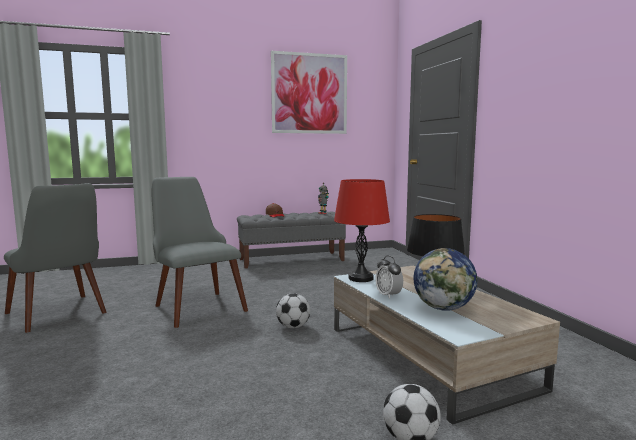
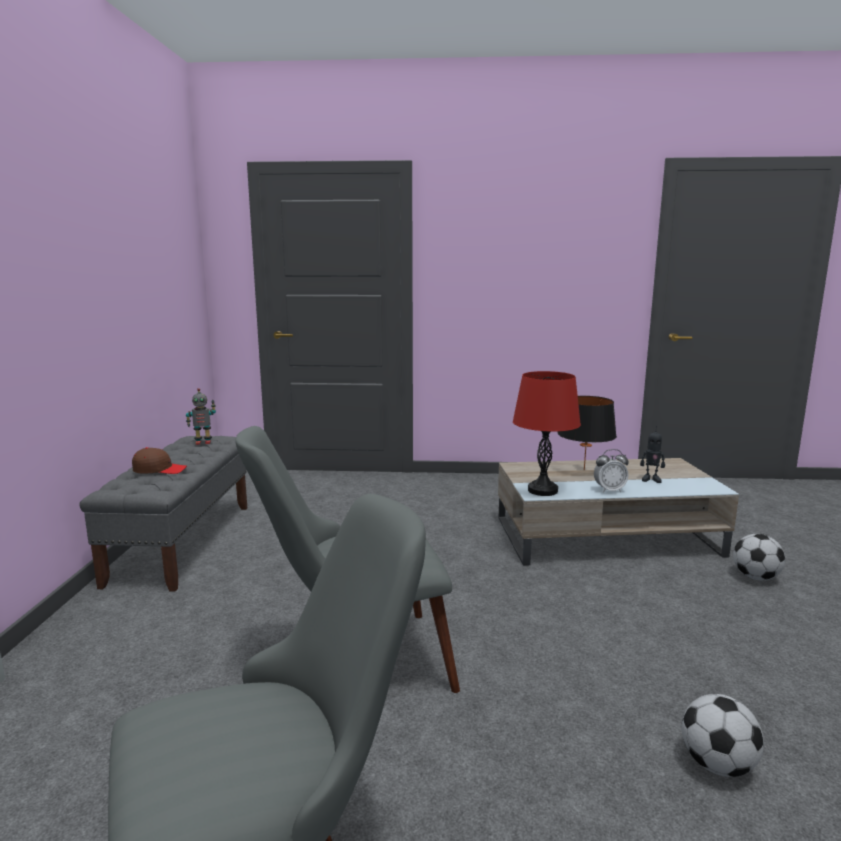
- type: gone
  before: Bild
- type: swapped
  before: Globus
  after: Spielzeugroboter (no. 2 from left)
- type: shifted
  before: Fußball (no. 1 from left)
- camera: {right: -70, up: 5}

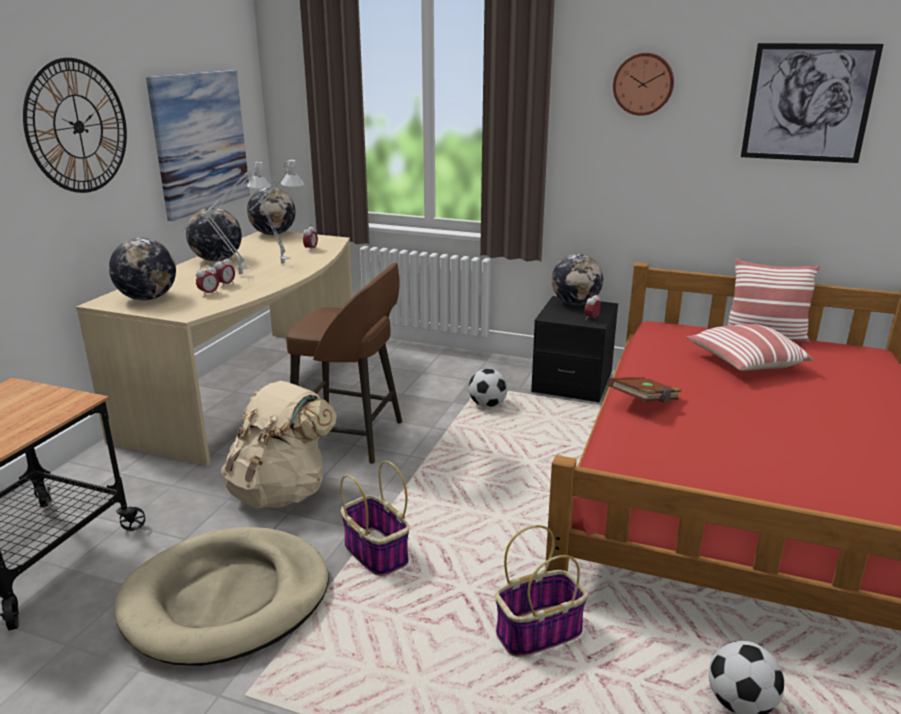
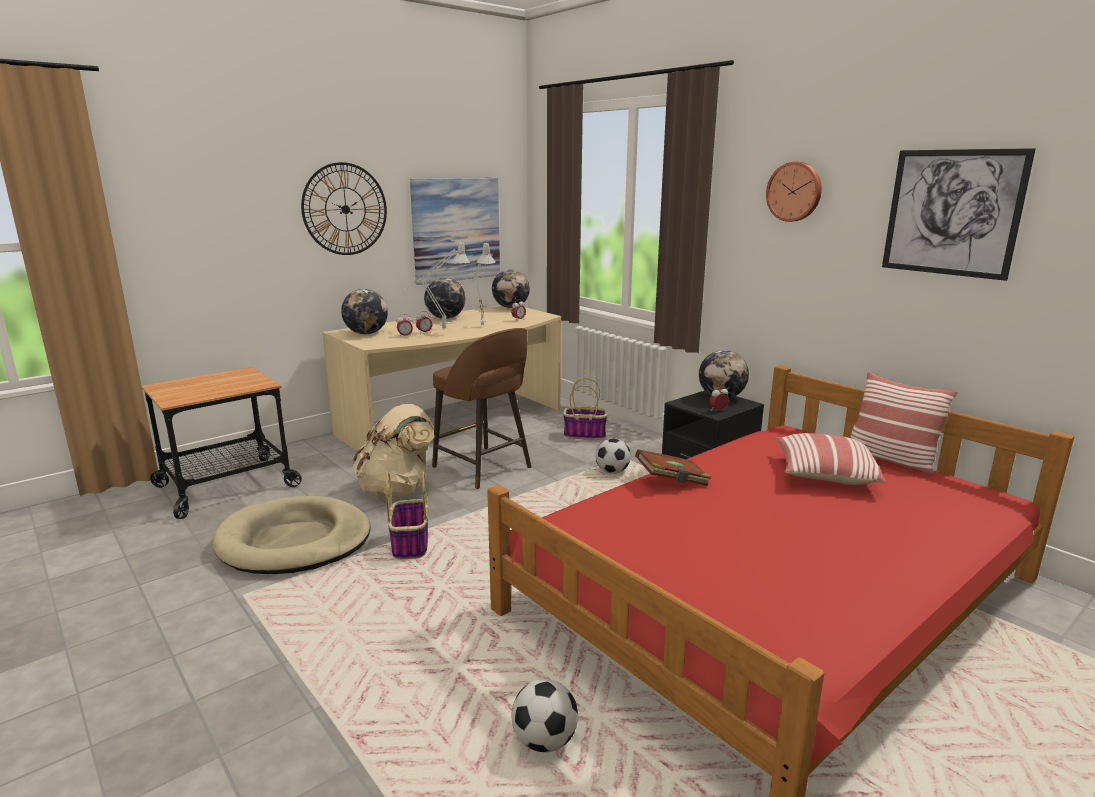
- type: shifted
  before: Korb (no. 2 from left)
- camera: {right: 30, up: -5}

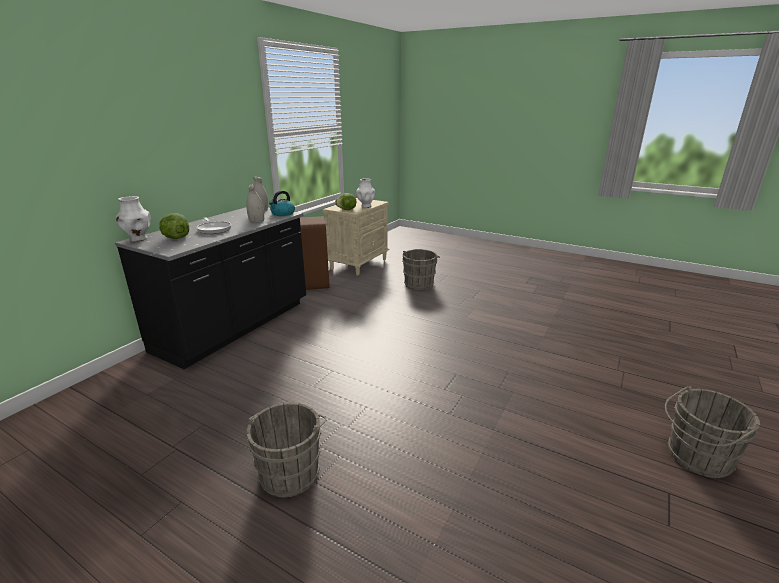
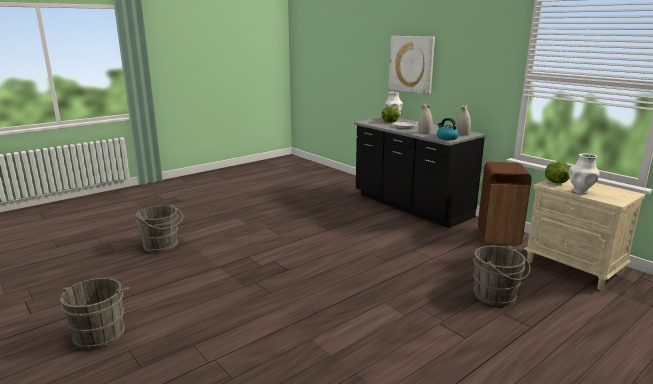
- type: shifted
  before: Eimer (grau) (no. 1 from left in the first image)
  after: Eimer (grau) (no. 2 from left)
- type: new
  after: Bild
- camera: {right: 110, up: -5}

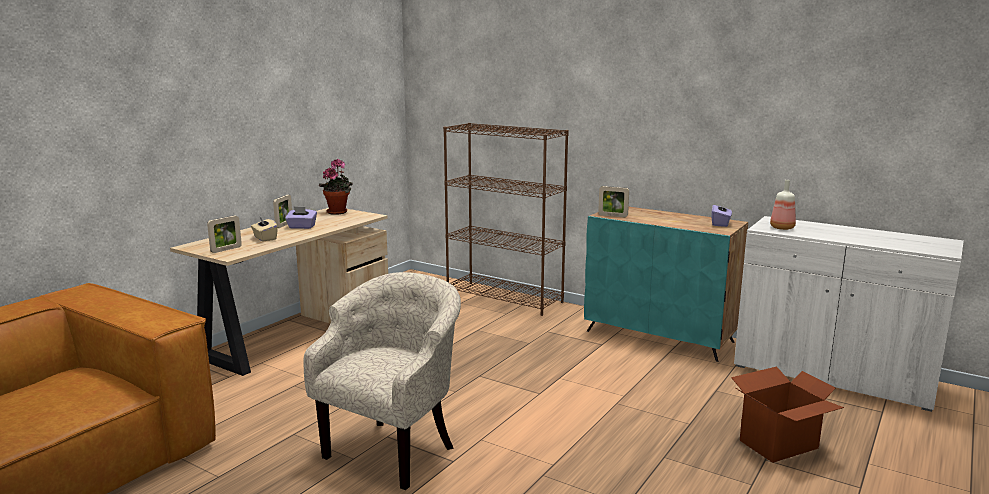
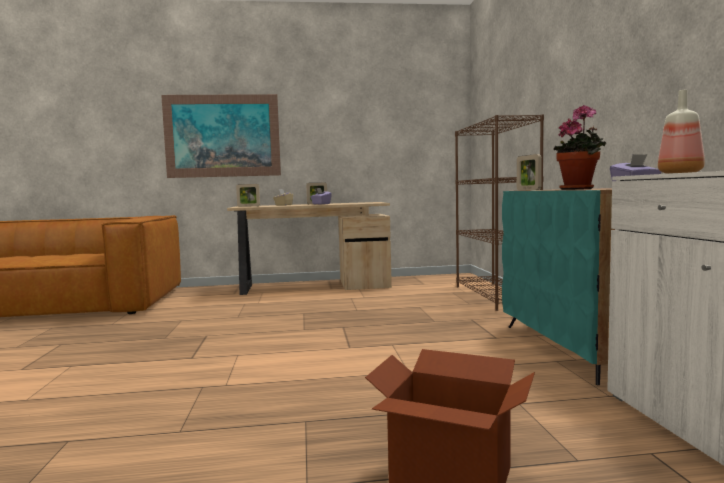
- type: shifted
  before: Topfpflanze
- type: gone
  before: Sessel (beige)
- type: new
  after: Bild
- camera: {right: 50, up: -10}

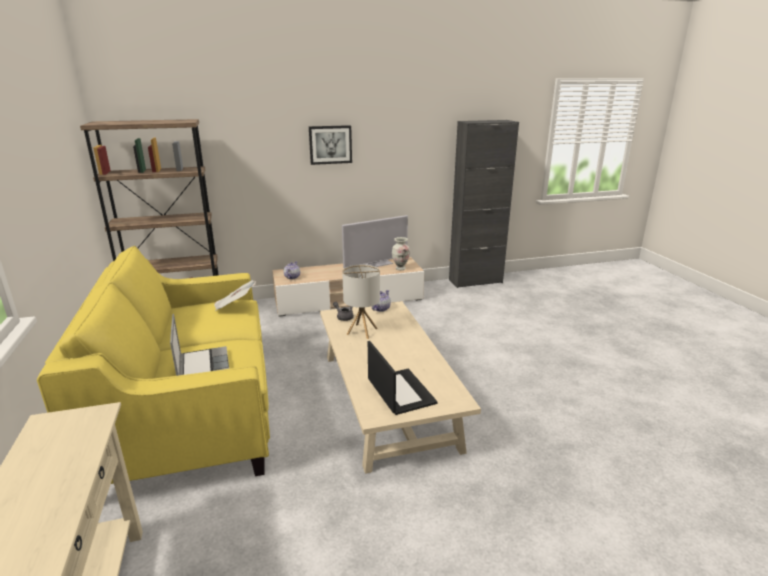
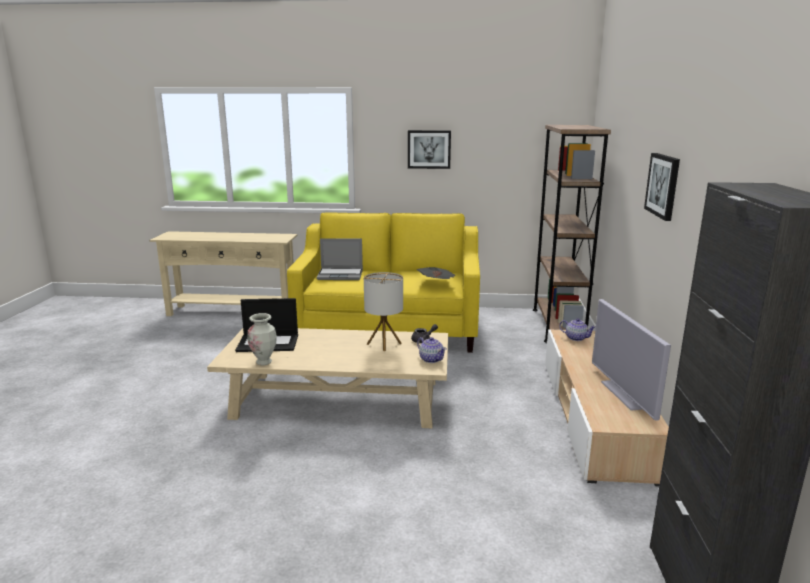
- type: shifted
  before: Vase
- type: new
  after: Bild (no. 1 from left)
- camera: {right: 110, up: -5}

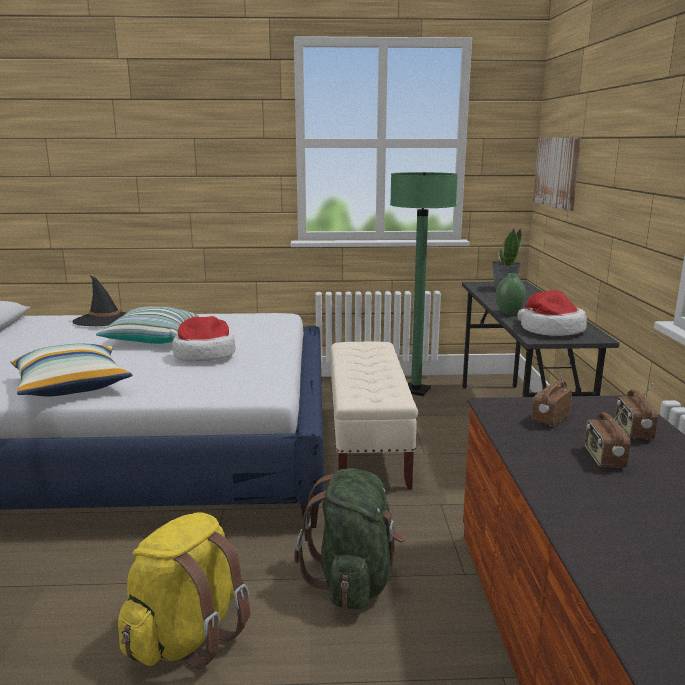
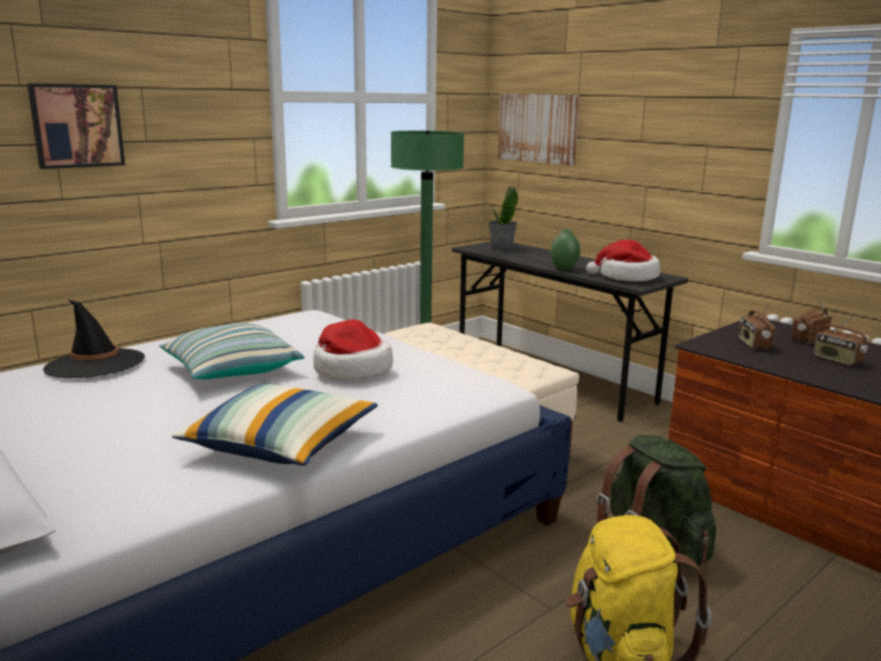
- type: rotated
  before: Radio (no. 3 from left in the first image)
  turn: 90
- type: new
  after: Bild (no. 1 from left)
- camera: {right: -40, up: 0}

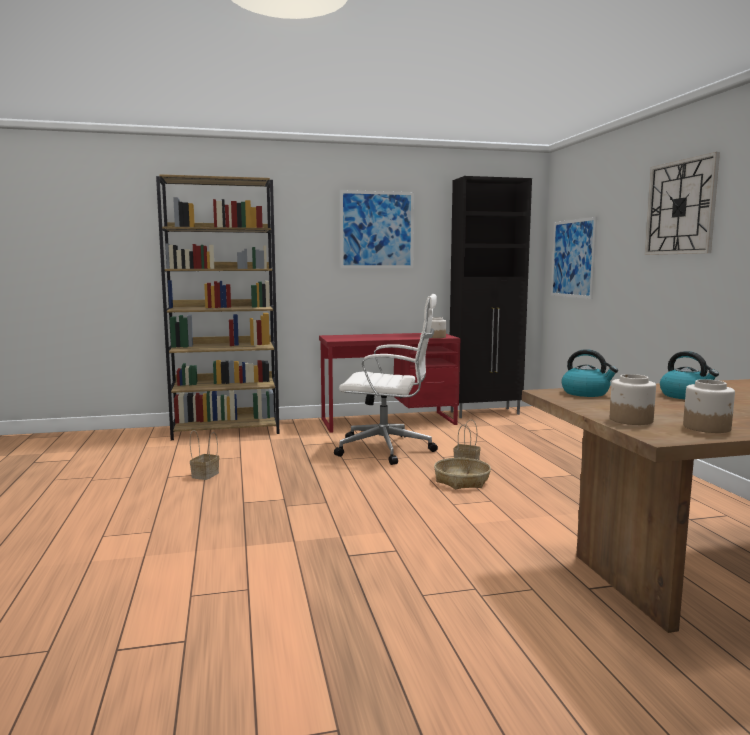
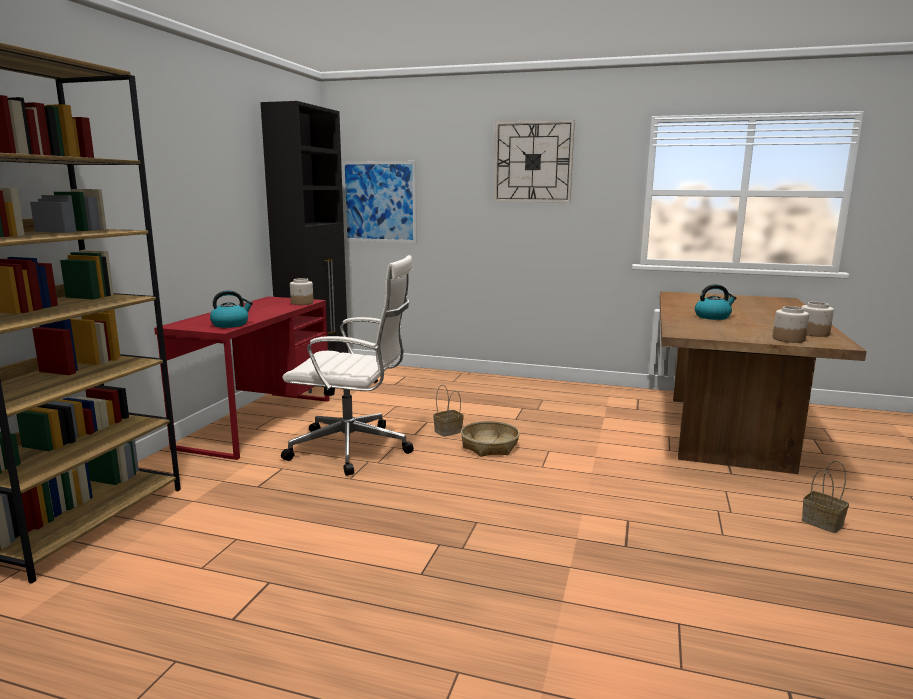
- type: gone
  before: Bild (no. 1 from left)
- type: rotated
  before: Bürostuhl (weiß)
  turn: 60
- type: shifted
  before: Wasserkessel (no. 1 from left)
- type: shifted
  before: Korb (no. 1 from left in the first image)
  after: Korb (no. 3 from left)
- camera: {right: -60, up: 5}

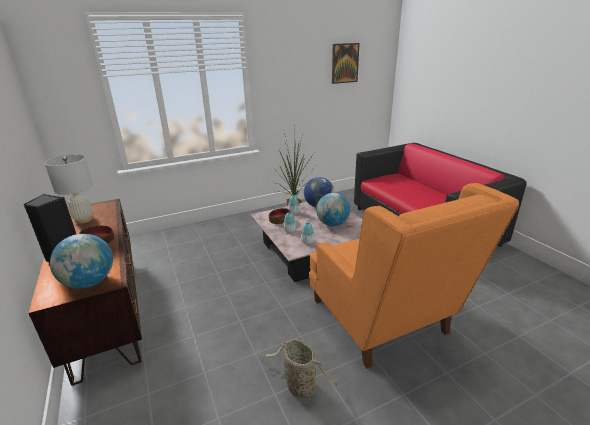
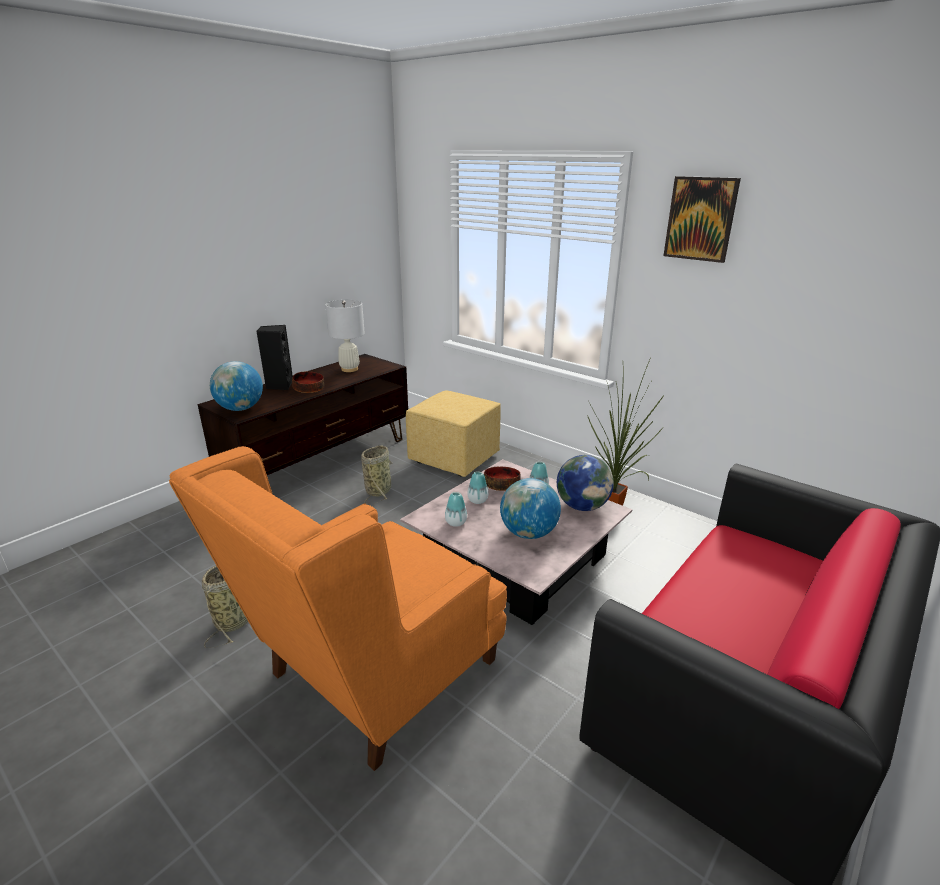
- type: shifted
  before: Bild
- type: new
  after: Polsterhocker (gelb)
- type: new
  after: Korb (no. 2 from left)
- camera: {right: 65, up: 0}

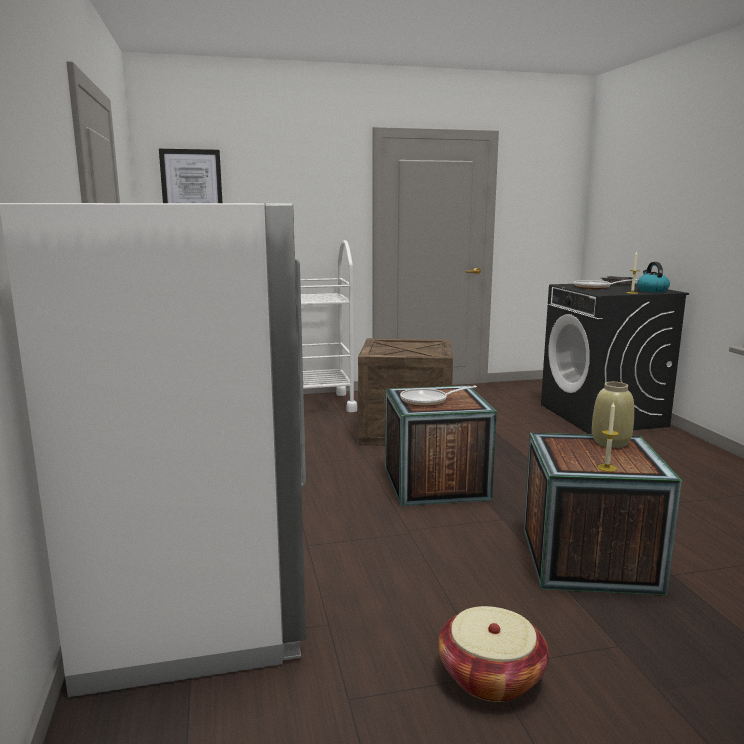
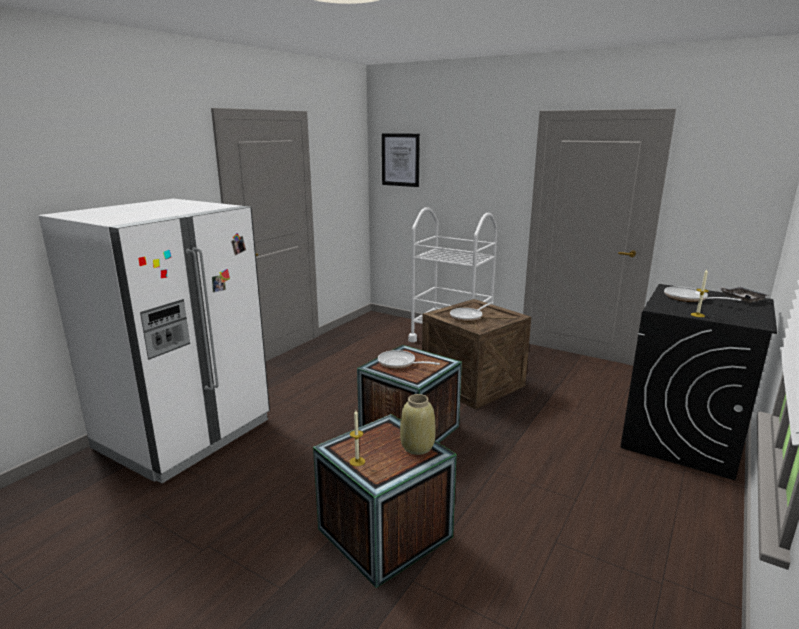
- type: gone
  before: Wasserkessel
- type: gone
  before: Korb
- type: new
  after: Pfanne (no. 2 from left)
- camera: {right: 45, up: 5}

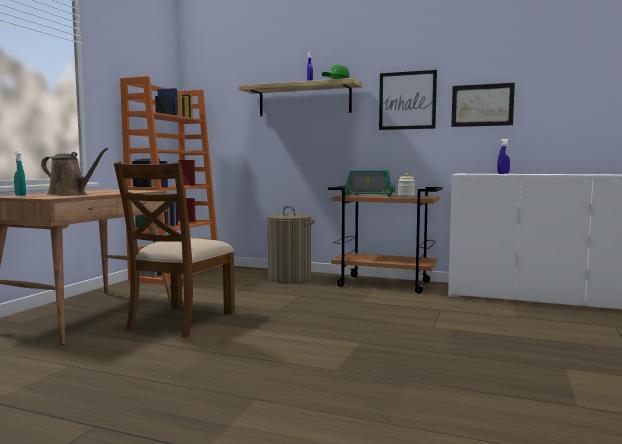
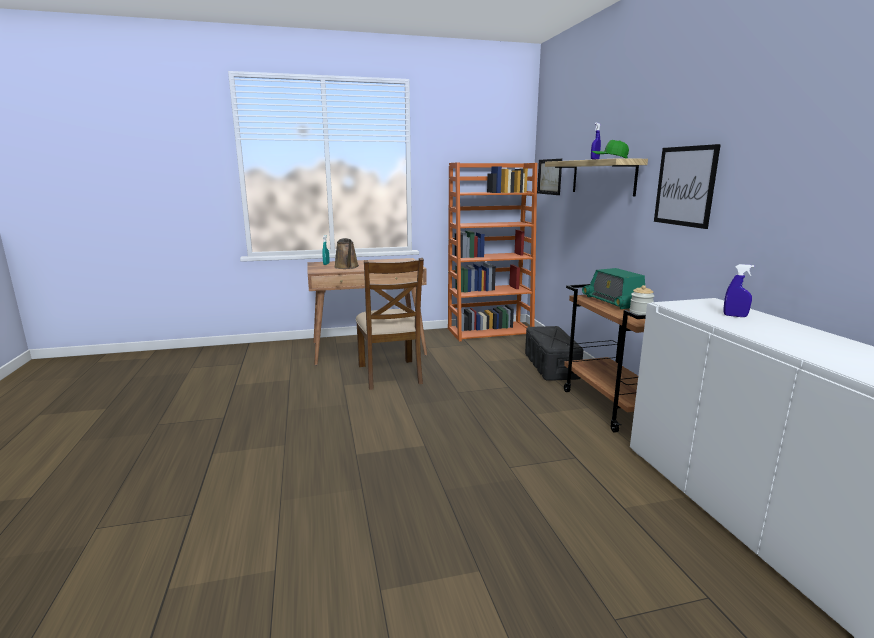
- type: shifted
  before: Bild (no. 2 from left in the first image)
  after: Bild (no. 1 from left)
- type: rotated
  before: Stuhl (braun)
  turn: -90
- type: swapped
  before: Wäschekorb
  after: Aufbewahrungsbox (schwarz)
- camera: {right: 55, up: 10}

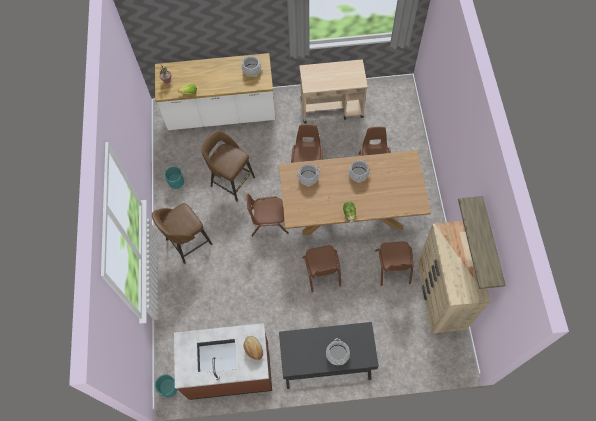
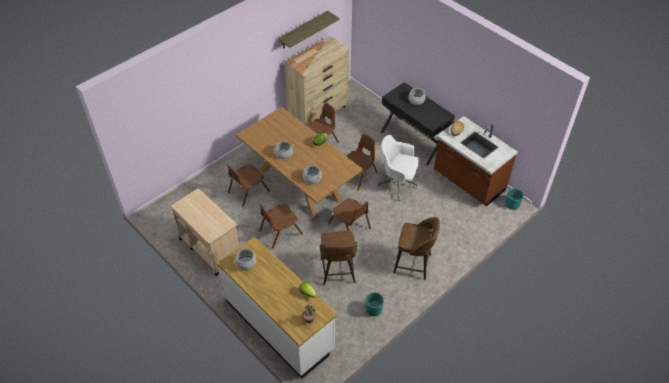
- type: new
  after: Bürostuhl (weiß)
- camera: {right: -130, up: -15}

